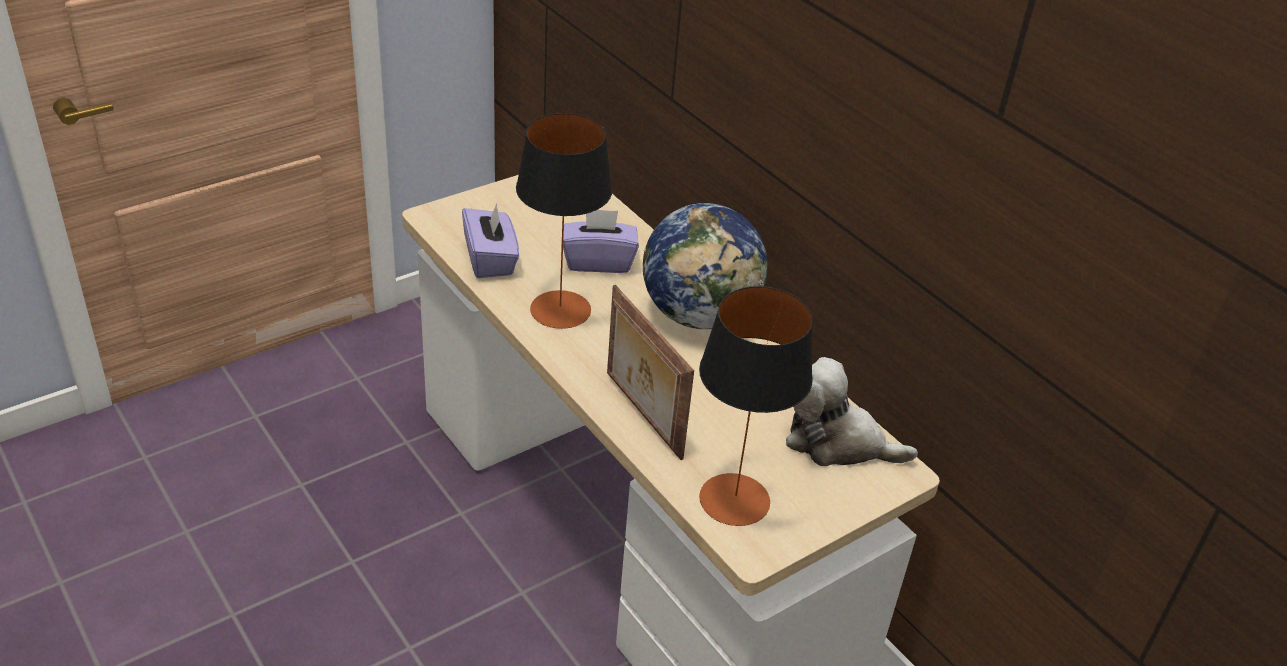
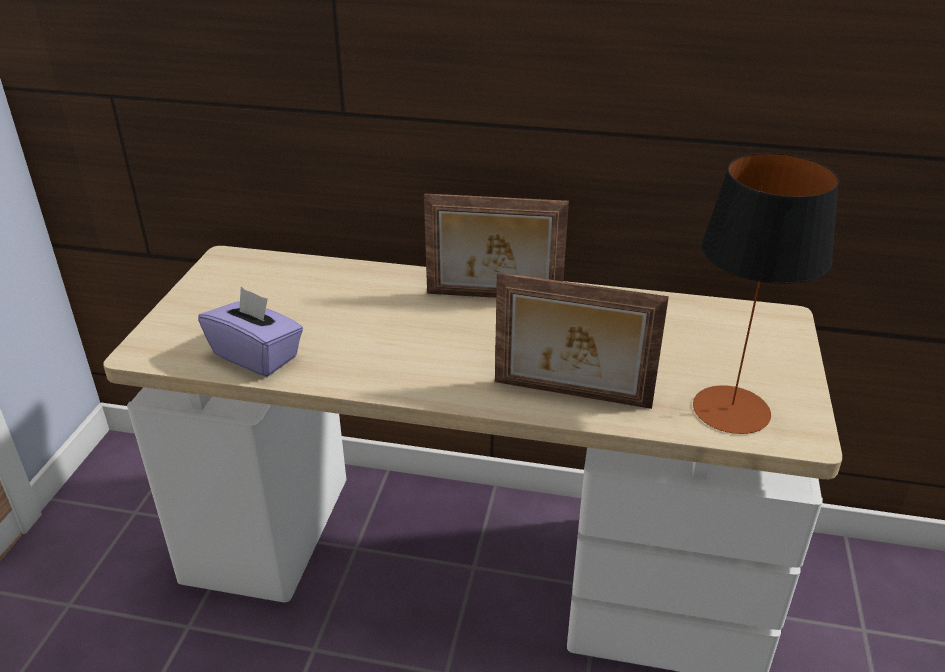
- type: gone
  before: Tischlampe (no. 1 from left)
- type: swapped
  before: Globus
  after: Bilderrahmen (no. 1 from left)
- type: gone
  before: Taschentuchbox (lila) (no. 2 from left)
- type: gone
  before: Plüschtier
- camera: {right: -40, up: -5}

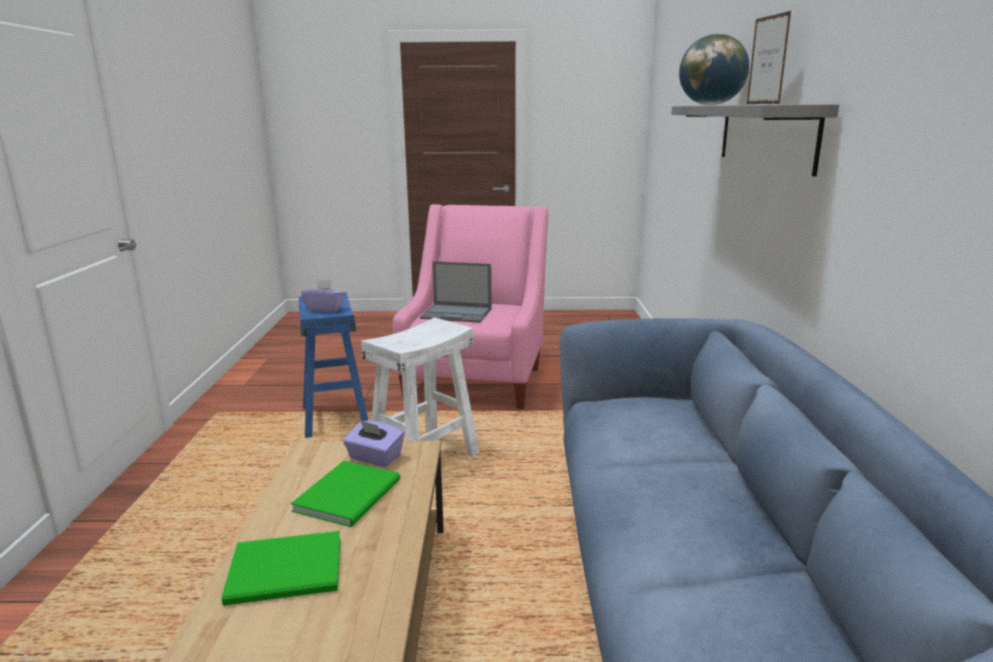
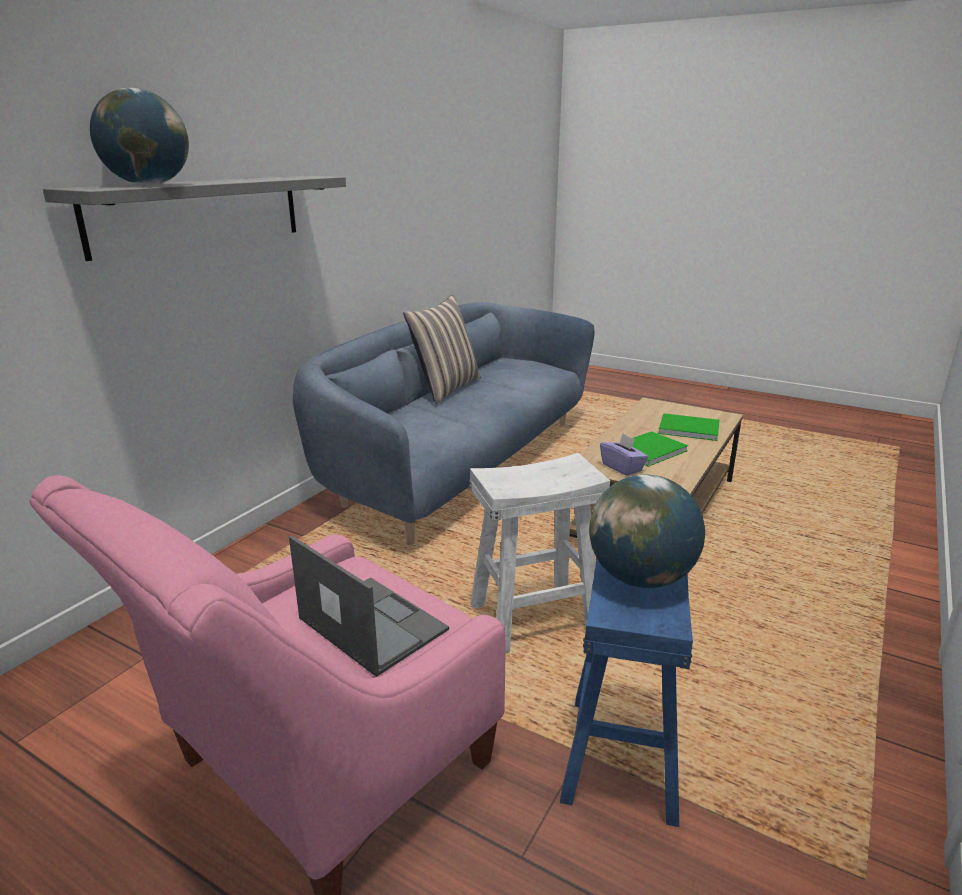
- type: gone
  before: Bilderrahmen
- type: swapped
  before: Taschentuchbox (lila) (no. 1 from left)
  after: Globus (no. 2 from left)
- type: new
  after: Kissen
- camera: {right: -150, up: 5}

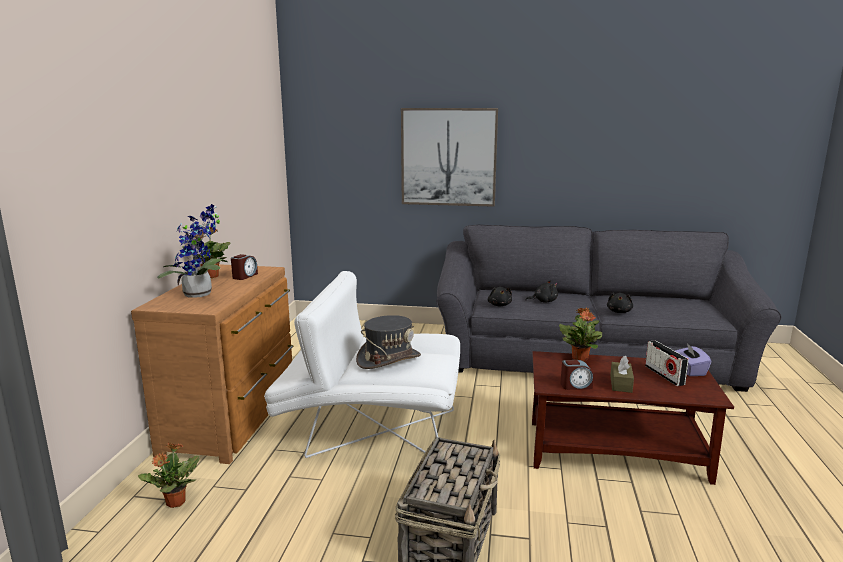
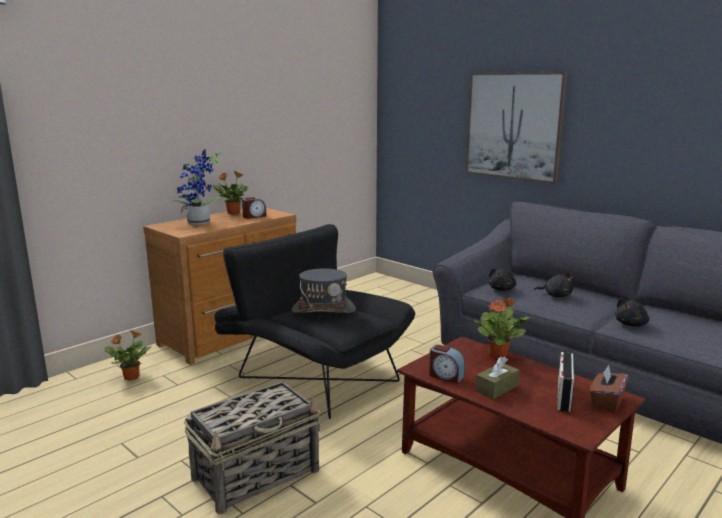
- type: repainted
  before: Sessel (weiß)
  after: Sessel (schwarz)
- type: repainted
  before: Taschentuchbox (lila)
  after: Taschentuchbox (braun) (no. 2 from left)
- camera: {right: 35, up: 0}

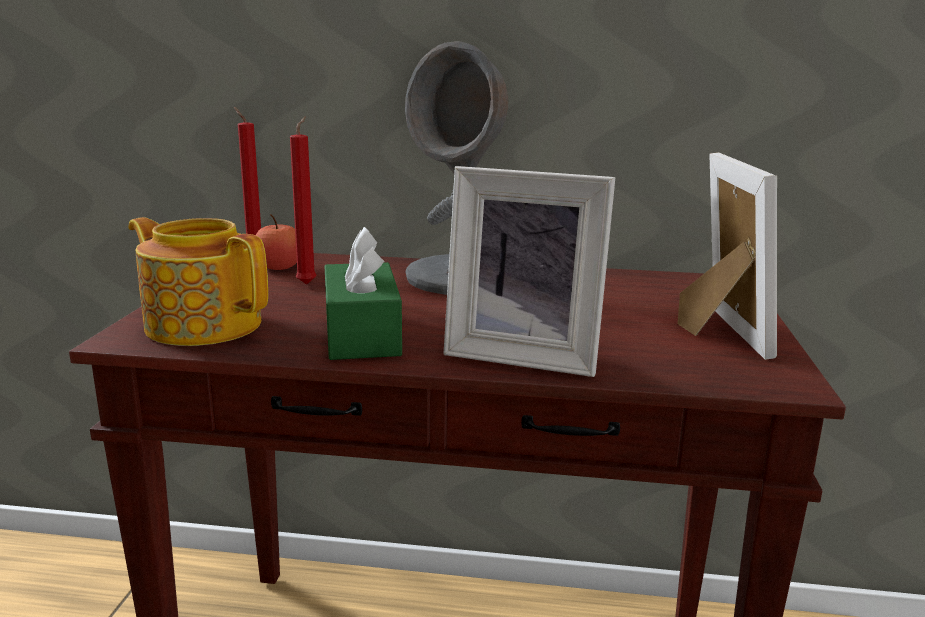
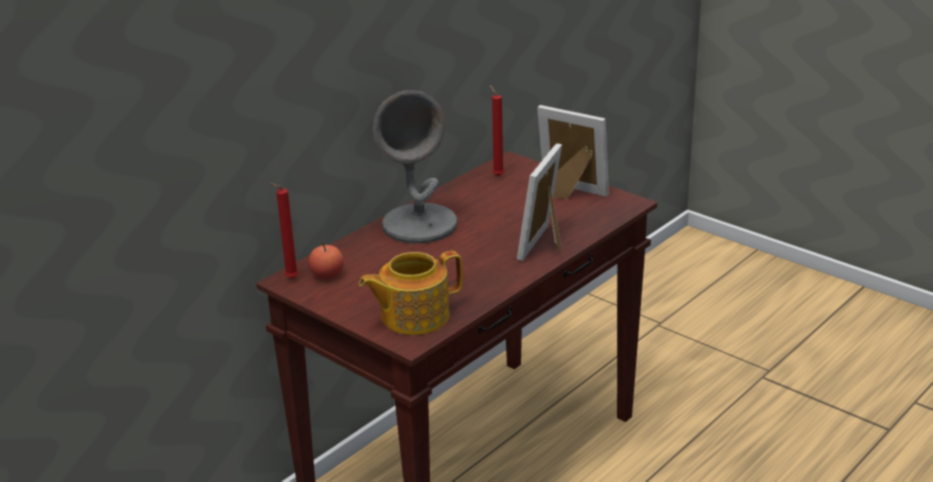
- type: shifted
  before: Kerze (rot) (no. 2 from left)
- type: rotated
  before: Bilderrahmen (no. 1 from left)
  turn: 150
- type: gone
  before: Taschentuchbox (grün)
- camera: {right: -55, up: 10}

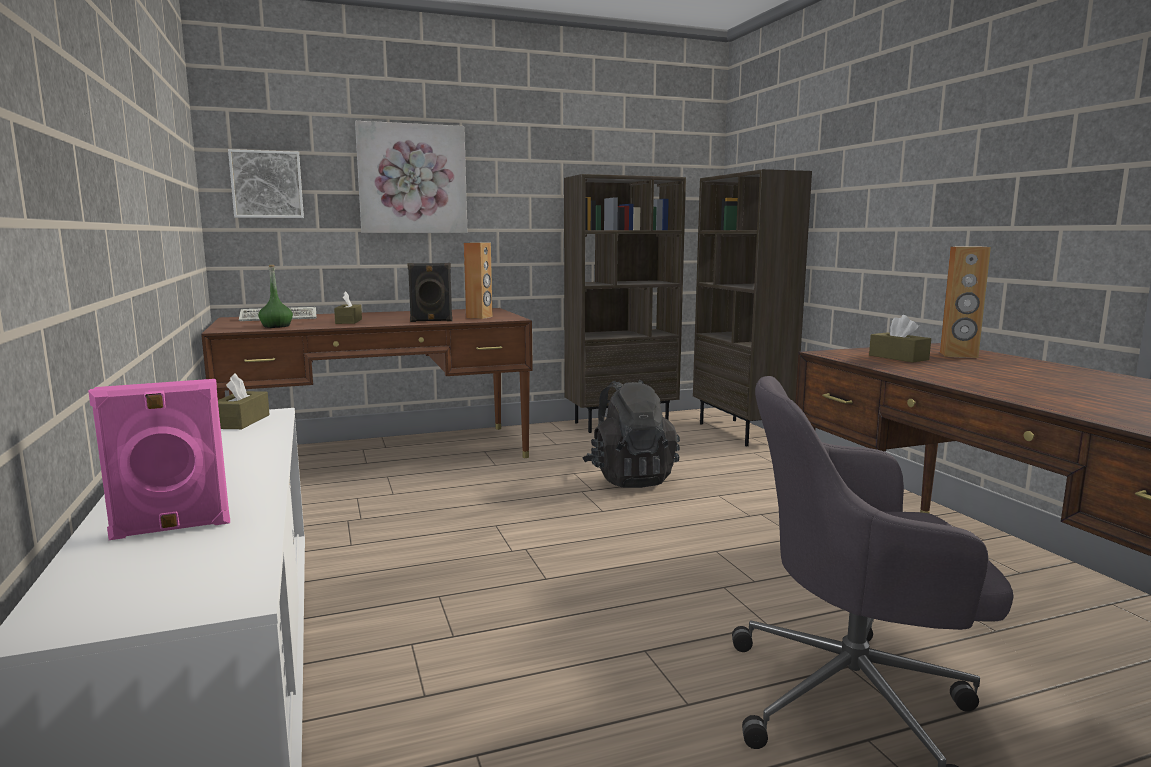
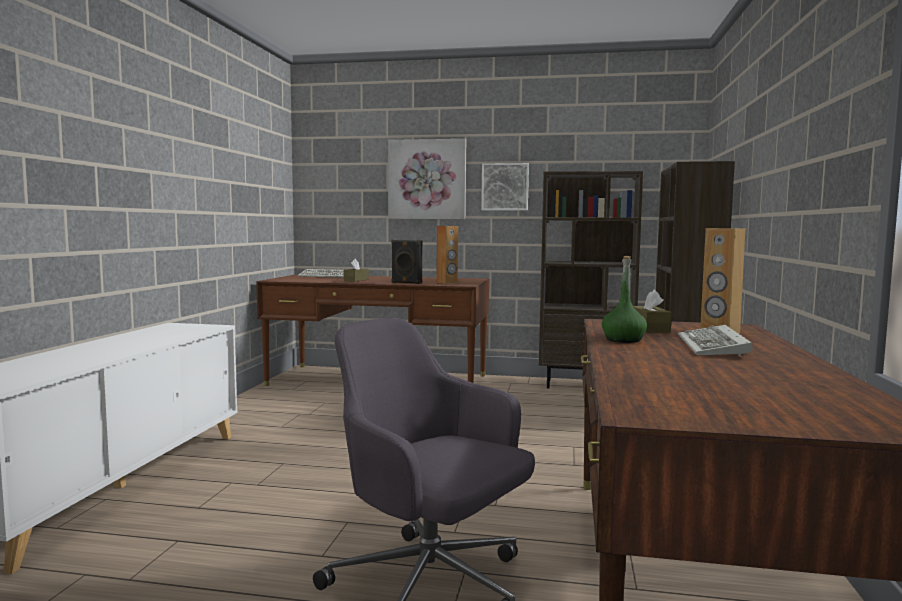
- type: shifted
  before: Bild (no. 1 from left in the first image)
  after: Bild (no. 2 from left)
- type: shifted
  before: Flasche (grün)
- type: gone
  before: Taschentuchbox (braun) (no. 1 from left)
- type: gone
  before: Lautsprecher (rosa)
- type: gone
  before: Rucksack (schwarz)
- type: new
  after: Tastatur (no. 2 from left)
- camera: {right: 30, up: -5}

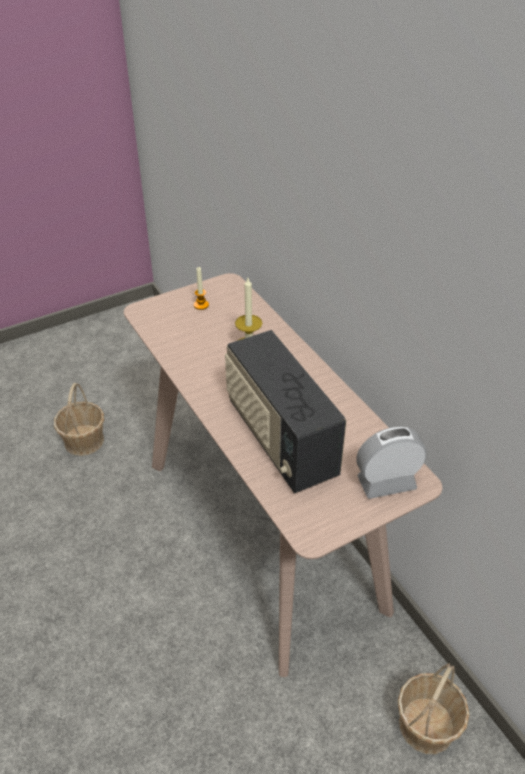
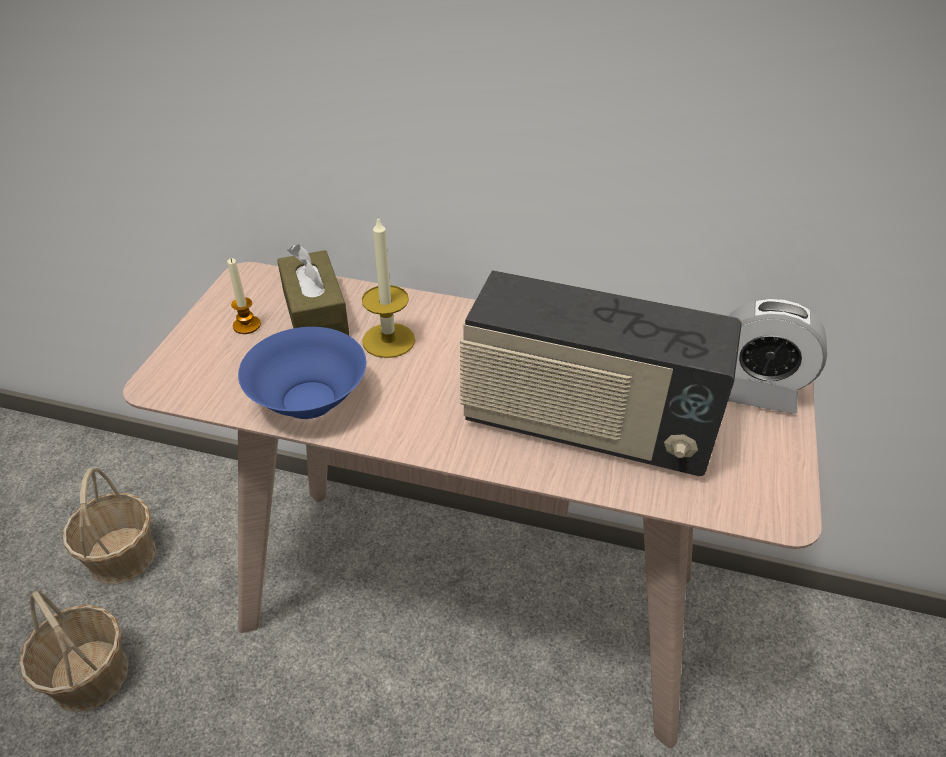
- type: rotated
  before: Wecker
  turn: -105
- type: shifted
  before: Korb (no. 2 from left)
- type: new
  after: Taschentuchbox (braun)
- type: new
  after: Schüssel (blau)
- camera: {right: -45, up: 0}

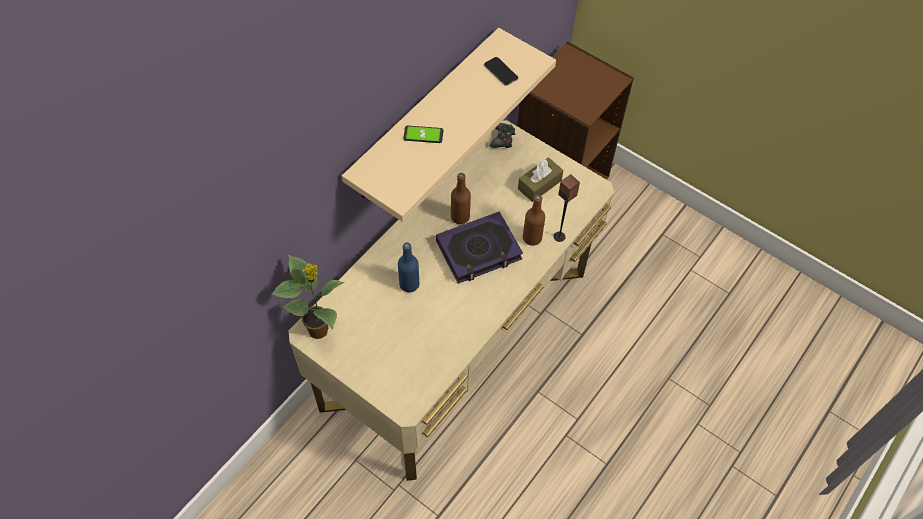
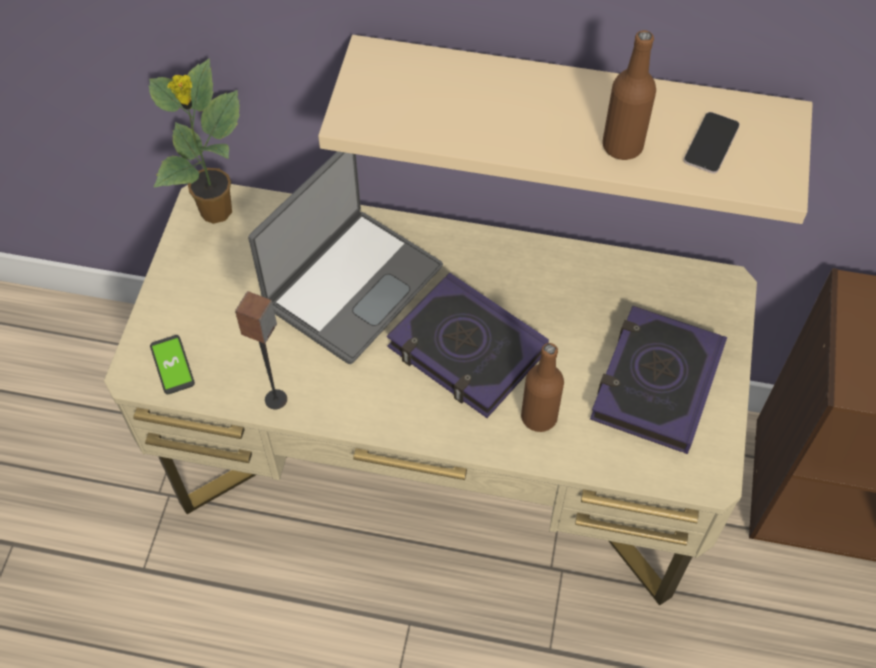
- type: gone
  before: Gamepad (schwarz)
- type: shifted
  before: Handy (no. 1 from left)
- type: swapped
  before: Taschentuchbox (braun)
  after: Buch (no. 2 from left)
- type: shifted
  before: Flasche (braun) (no. 1 from left in the first image)
  after: Flasche (braun) (no. 2 from left)
- type: shifted
  before: Lautsprecher
- type: swapped
  before: Flasche (blau)
  after: Laptop
- camera: {right: 65, up: 0}

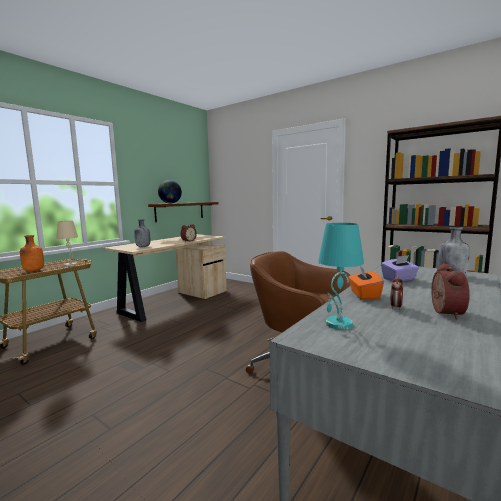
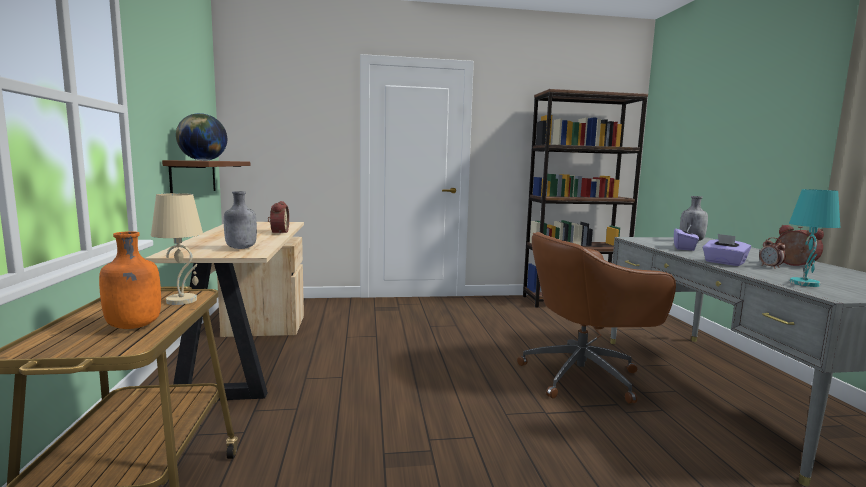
- type: repainted
  before: Taschentuchbox (orange)
  after: Taschentuchbox (lila) (no. 2 from left)
- camera: {right: -45, up: 0}

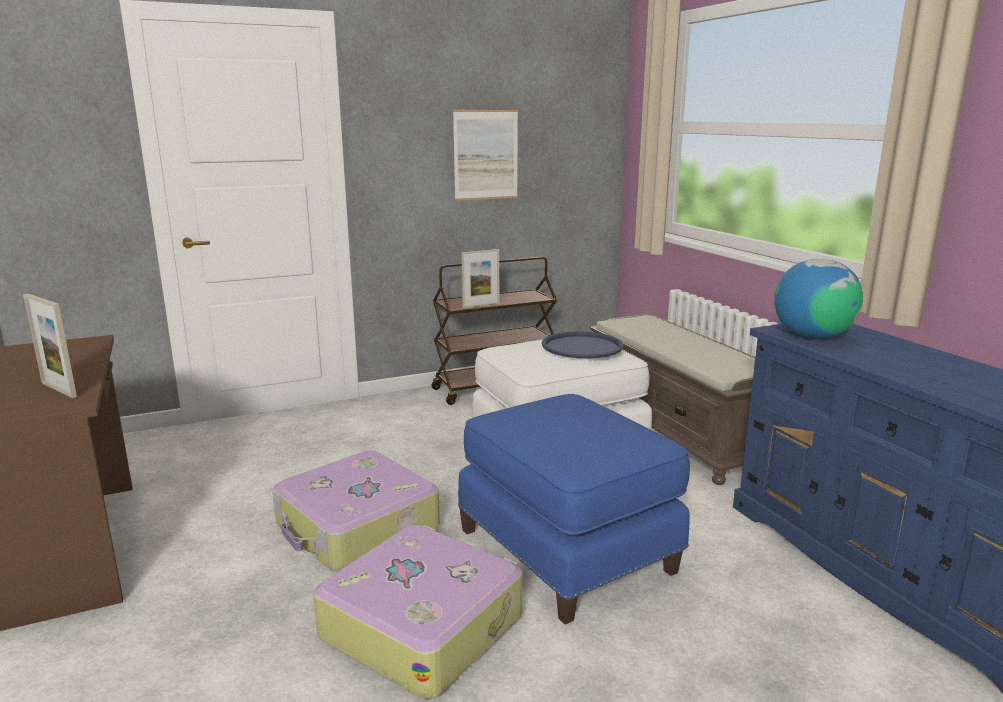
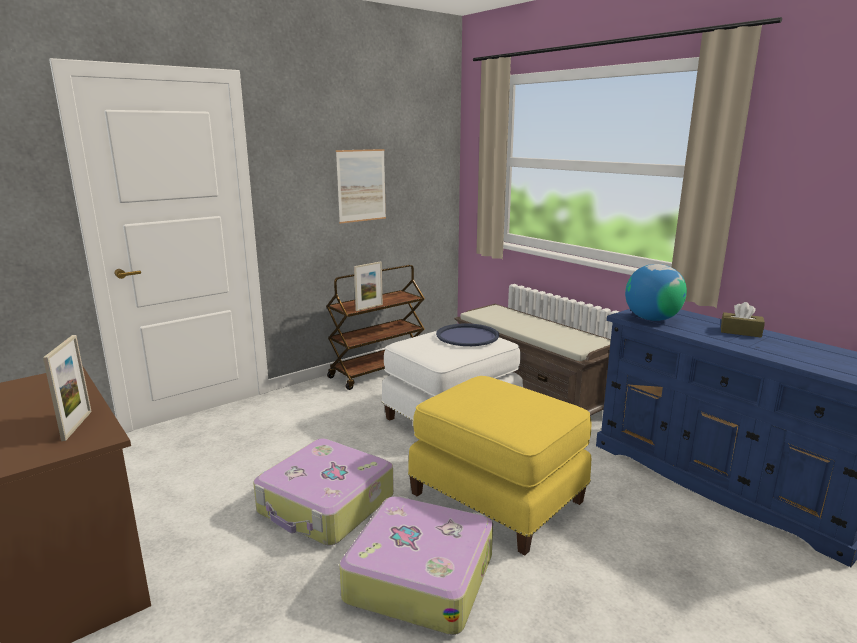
- type: rotated
  before: Bilderrahmen (no. 1 from left)
  turn: -120
- type: repainted
  before: Polsterhocker (blau)
  after: Polsterhocker (gelb)
- type: new
  after: Taschentuchbox (braun)
- camera: {right: -15, up: 0}

